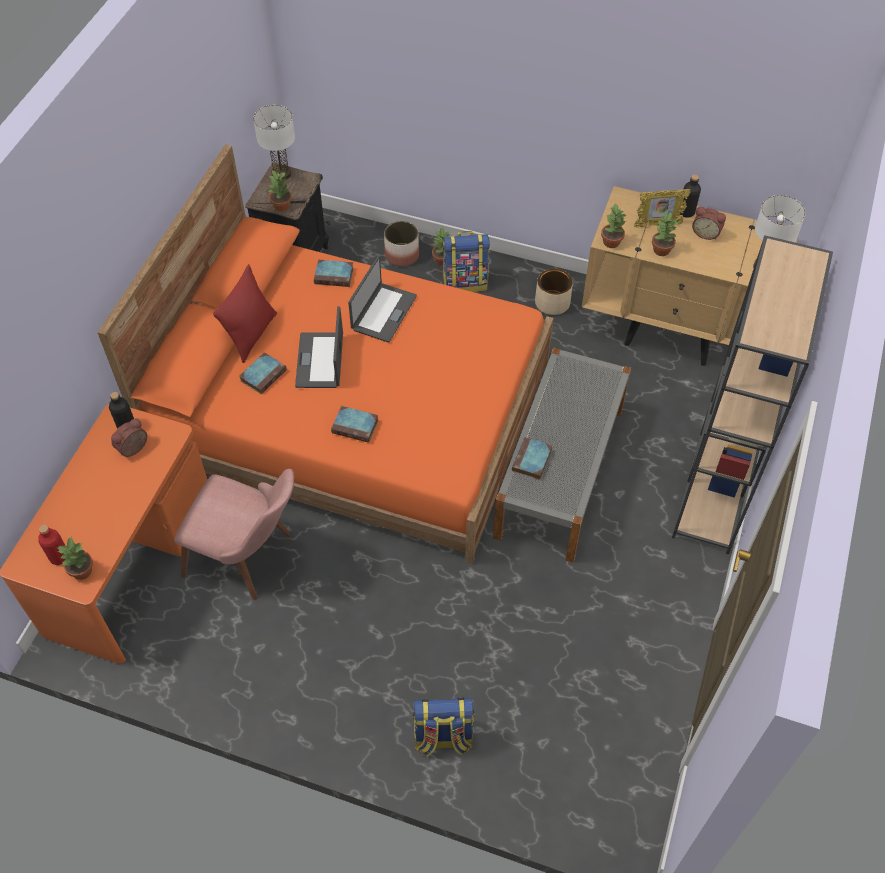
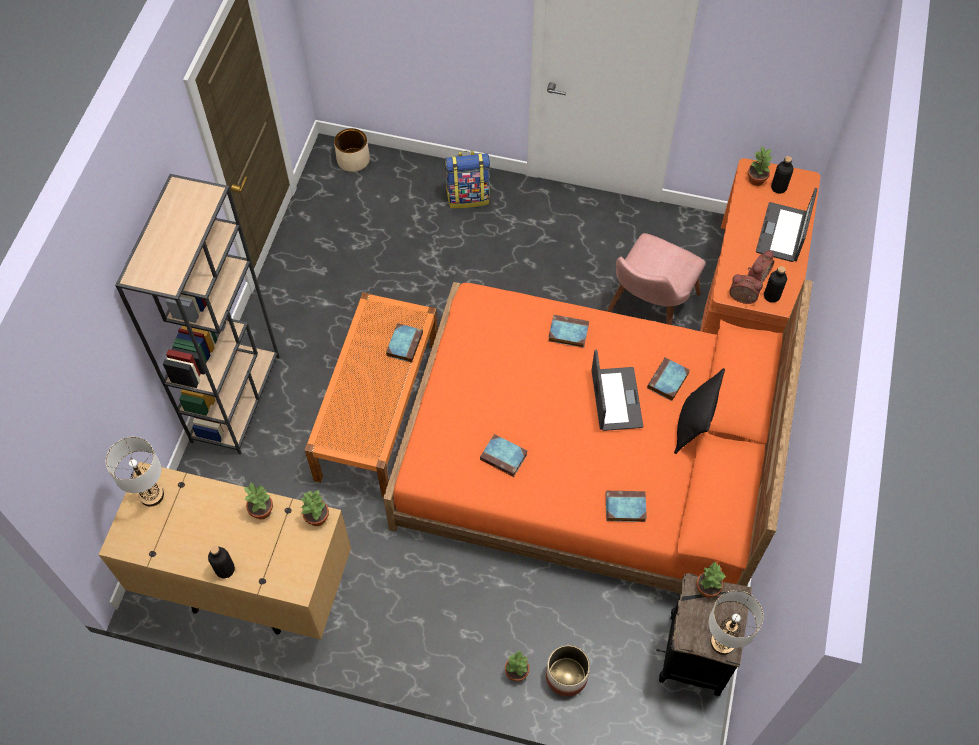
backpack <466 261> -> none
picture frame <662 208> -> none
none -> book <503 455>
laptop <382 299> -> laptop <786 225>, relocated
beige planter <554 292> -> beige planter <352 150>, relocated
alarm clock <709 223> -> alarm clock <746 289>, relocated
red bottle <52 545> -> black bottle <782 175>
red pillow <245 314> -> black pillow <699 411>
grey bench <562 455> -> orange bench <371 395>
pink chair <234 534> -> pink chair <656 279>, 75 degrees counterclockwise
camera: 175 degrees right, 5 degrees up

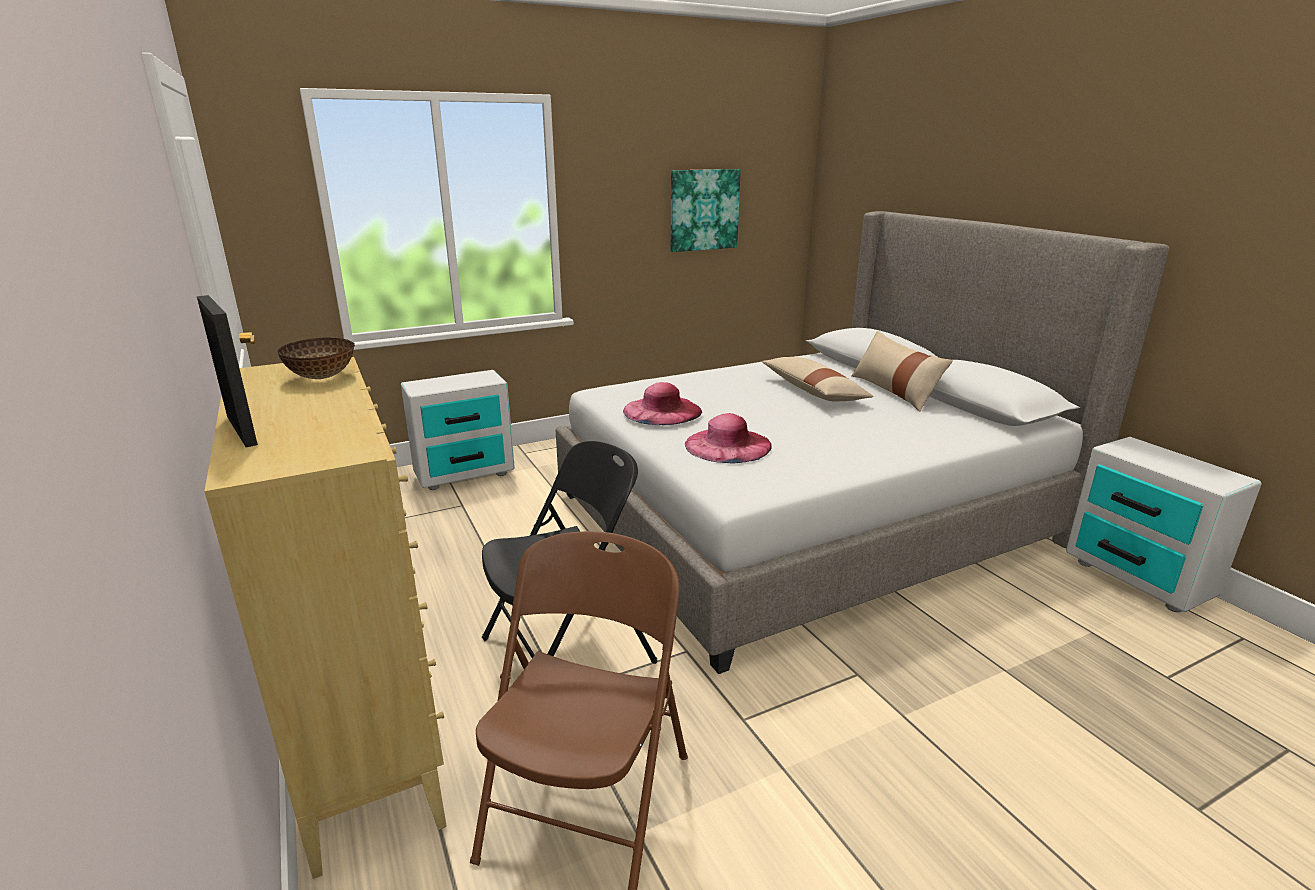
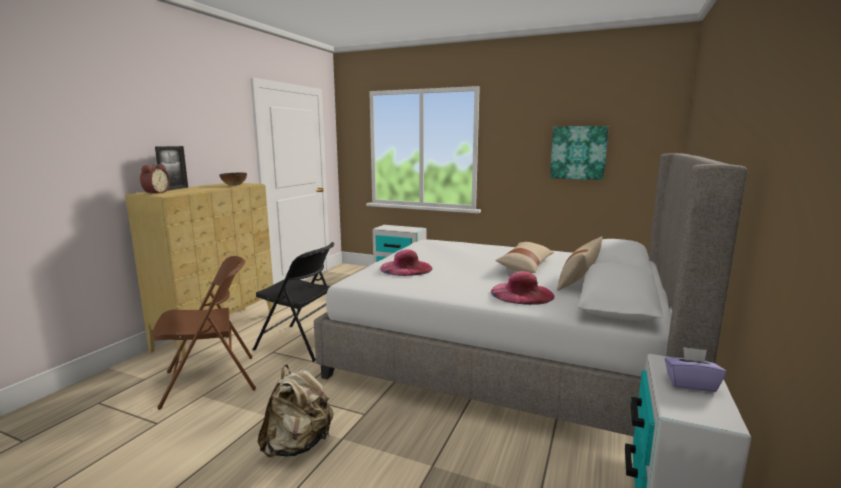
none -> alarm clock <155 179>
none -> beige backpack <296 410>
none -> purple tissue box <695 369>
pink hat <662 403> -> pink hat <523 288>, relocated
camera: 50 degrees right, 10 degrees down

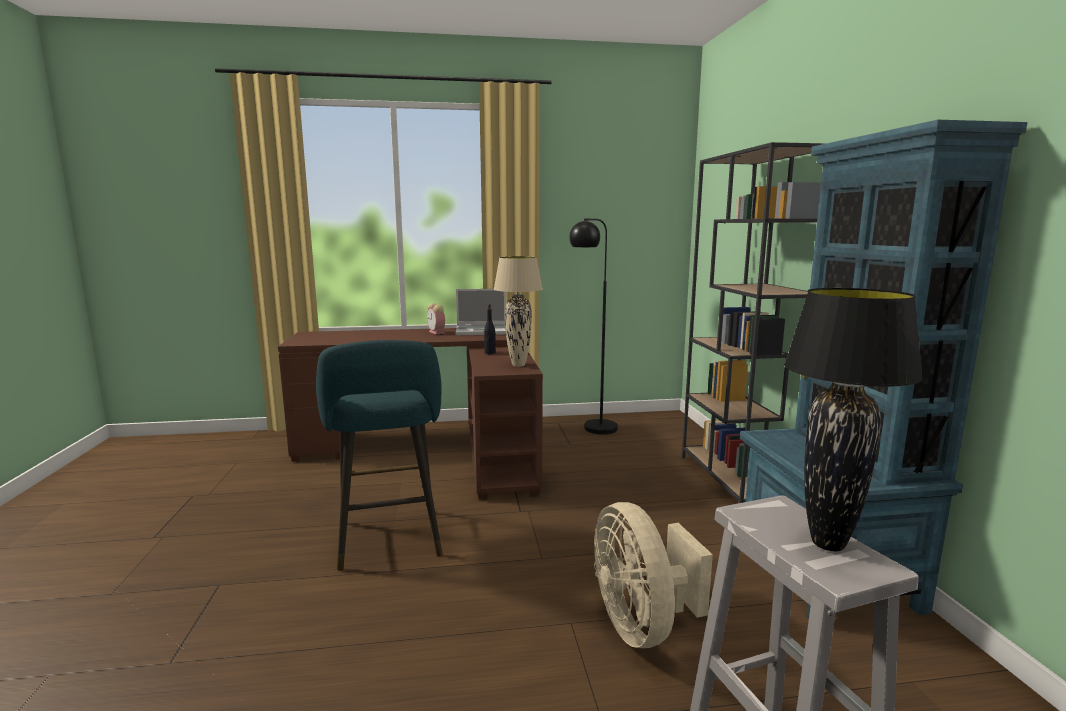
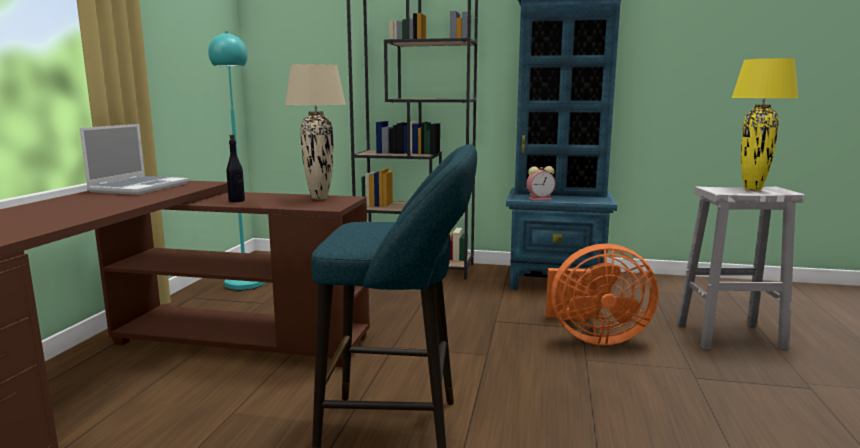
alarm clock <436 319> -> alarm clock <540 183>, relocated
black floor lamp <593 326> -> turquoise floor lamp <236 160>
beige fan <653 575> -> orange fan <602 294>
black table lamp <853 419> -> yellow table lamp <765 124>
camera: 70 degrees left, 0 degrees up

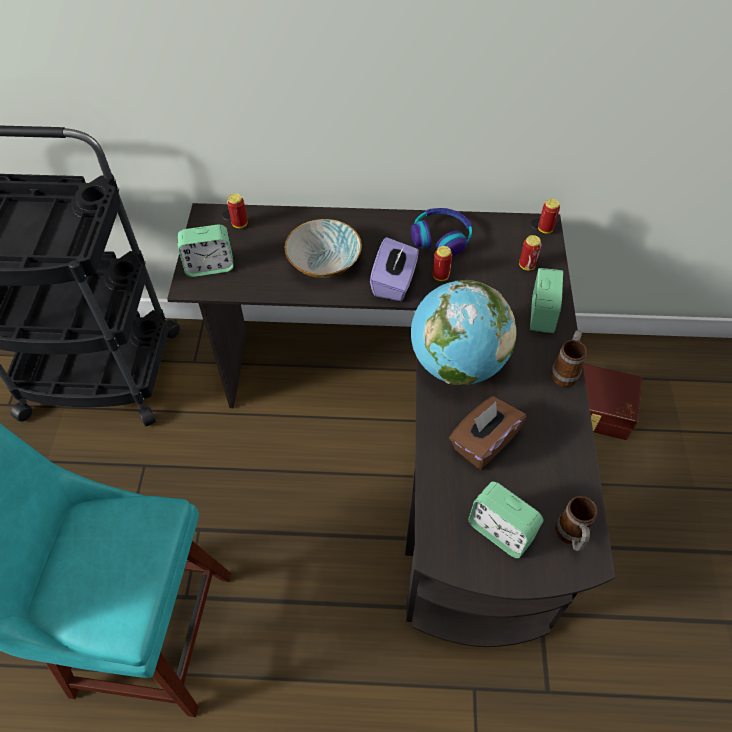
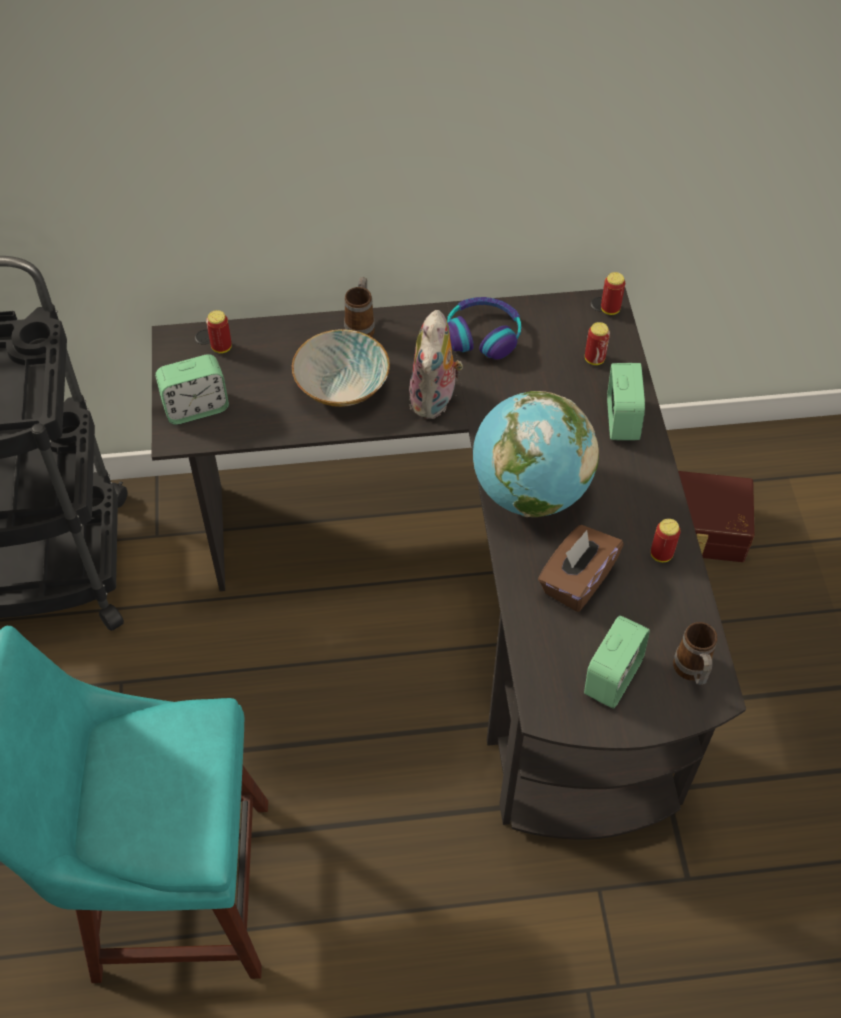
can <442 263> -> can <666 540>, relocated
mug <569 358> -> mug <359 307>, relocated
purple tissue box <394 269> -> plush toy <436 364>
alarm clock <505 520> -> alarm clock <617 662>, 90 degrees counterclockwise
camera: 10 degrees left, 0 degrees up

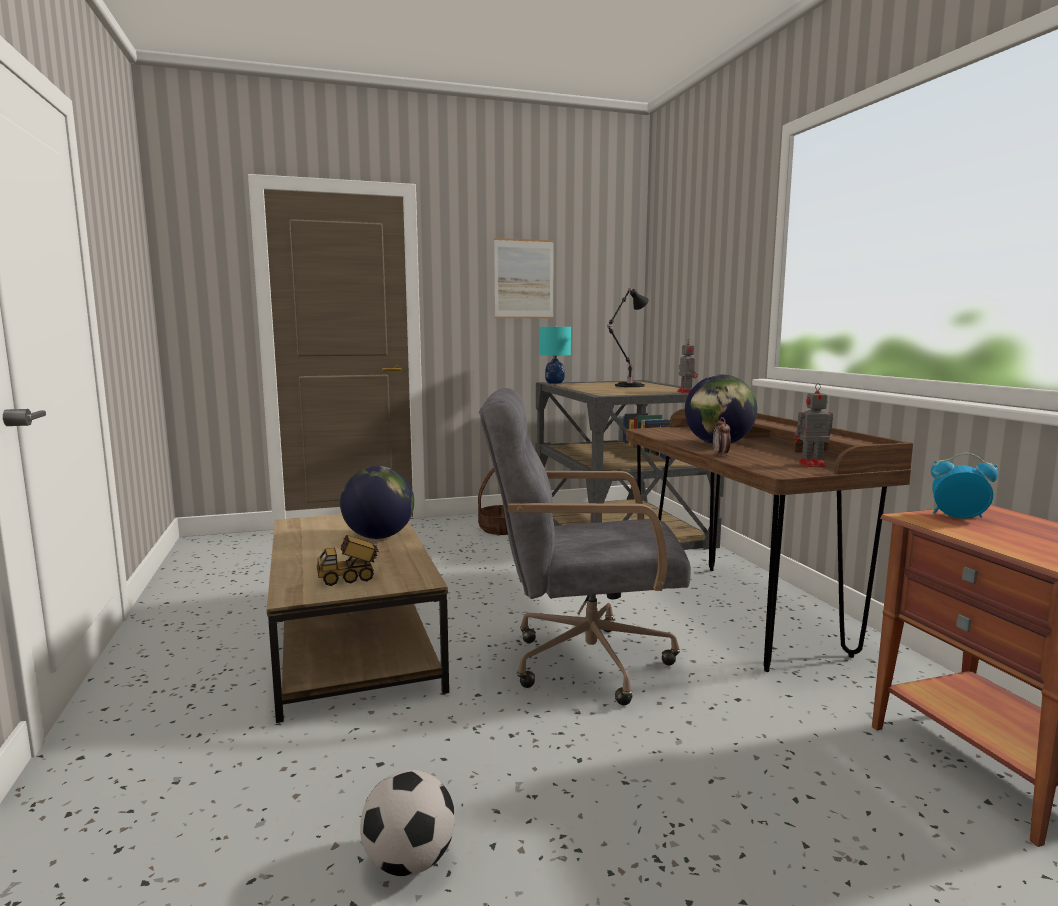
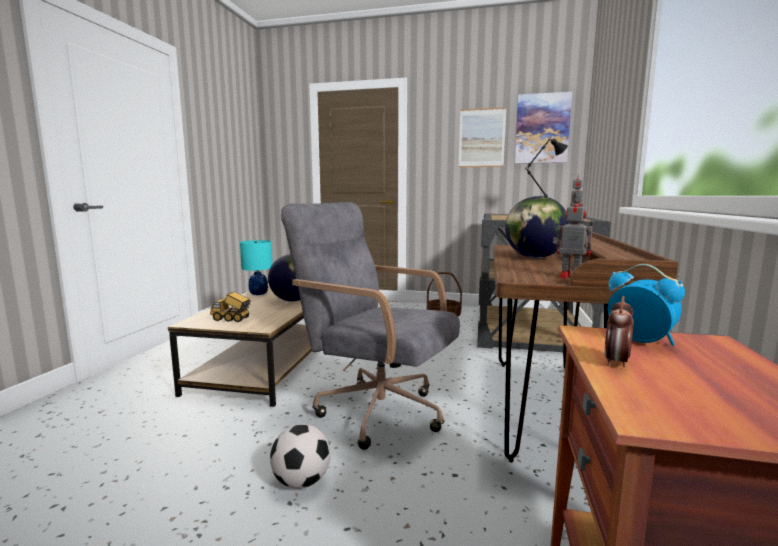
none -> picture <543 128>
football <407 823> -> football <300 456>, relocated
turquoise table lamp <555 355> -> turquoise table lamp <256 267>, relocated
alarm clock <722 436> -> alarm clock <619 331>, relocated
camera: 30 degrees right, 0 degrees up

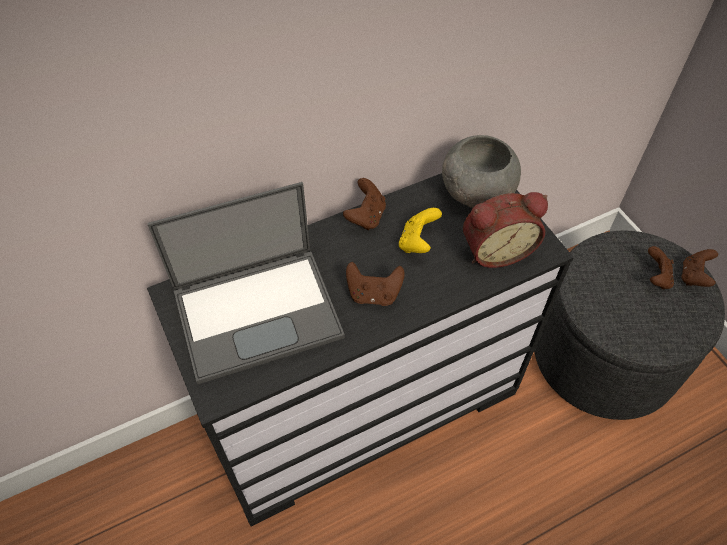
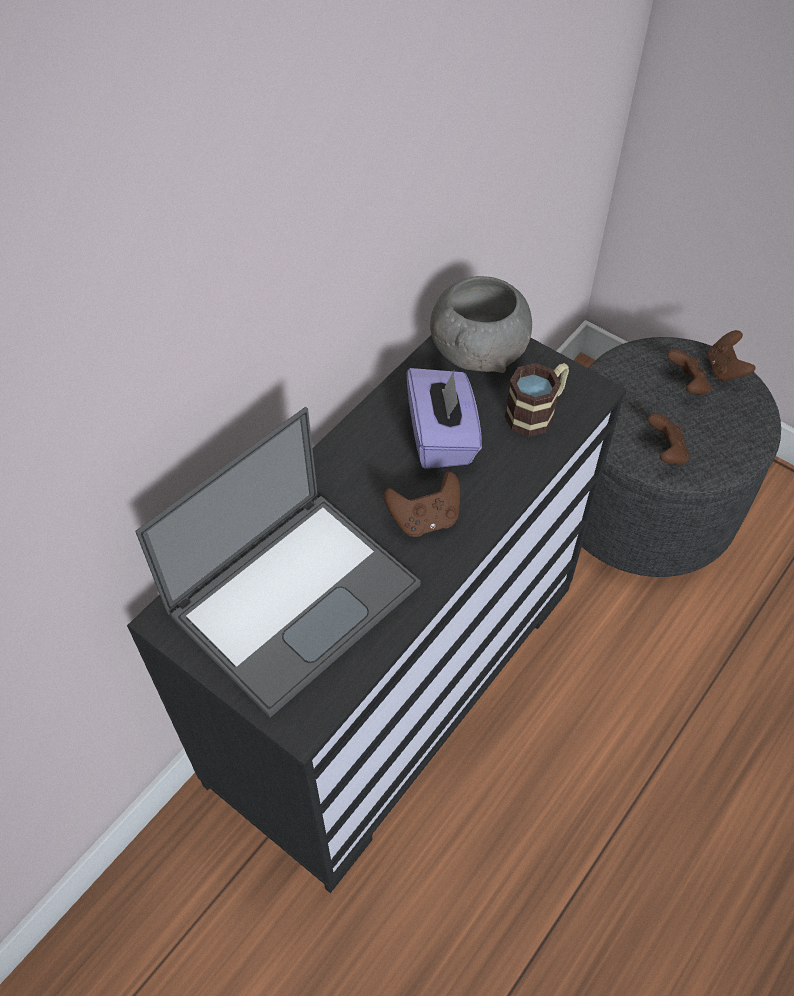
brown game controller <364 204> -> brown game controller <668 439>, relocated
yellow game controller <420 230> -> purple tissue box <444 418>
alarm clock <505 230> -> mug <537 400>
camera: 25 degrees left, 0 degrees up

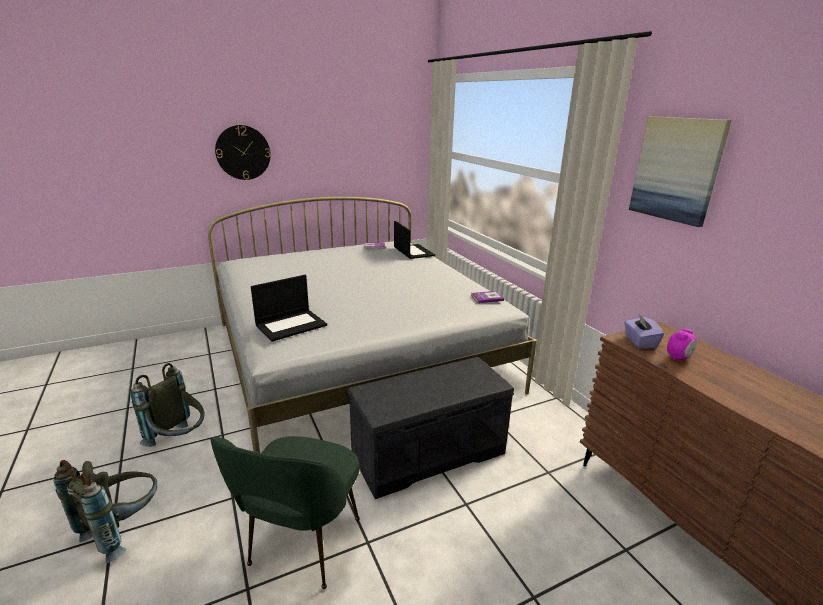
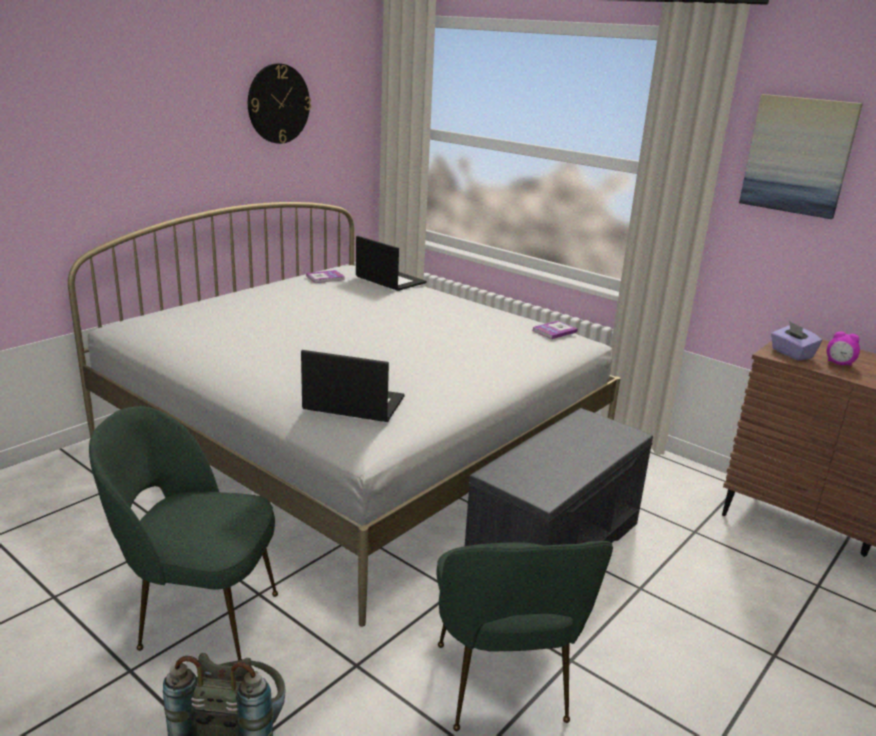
wall clock <243 152> -> wall clock <279 103>, relocated
grey backpack <167 405> -> green chair <183 533>
laptop <289 308> -> laptop <352 386>, 105 degrees counterclockwise
alarm clock <682 344> -> alarm clock <843 348>, 90 degrees clockwise
camera: 25 degrees left, 0 degrees up

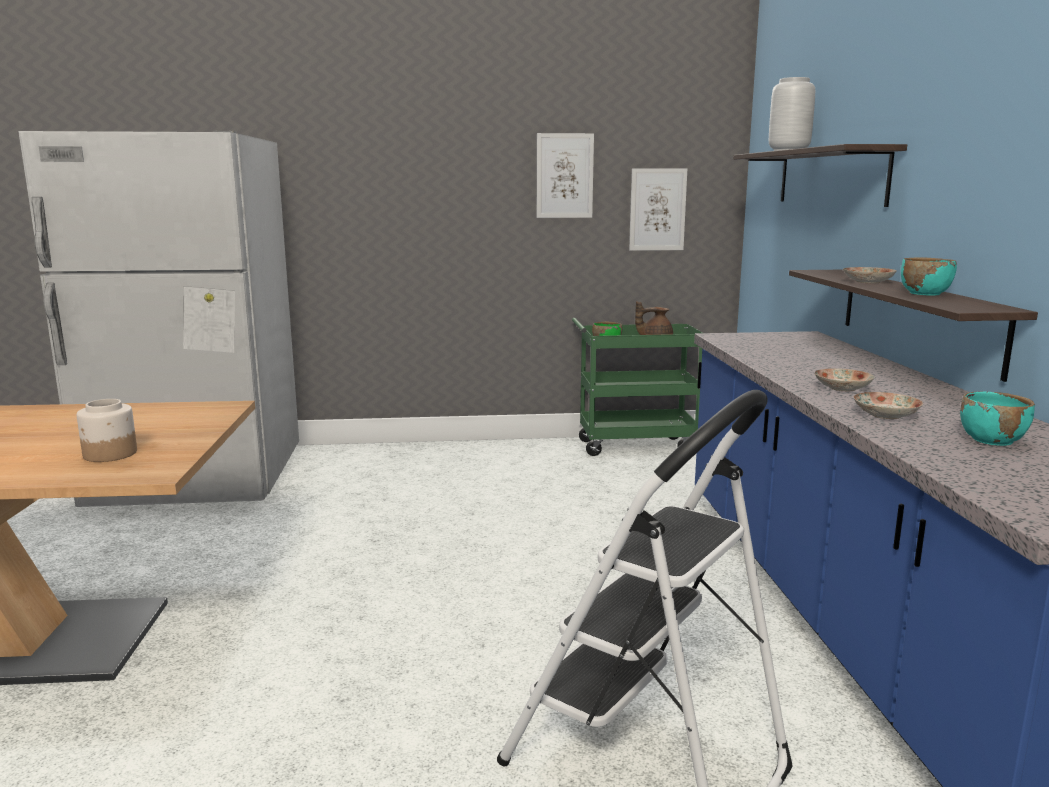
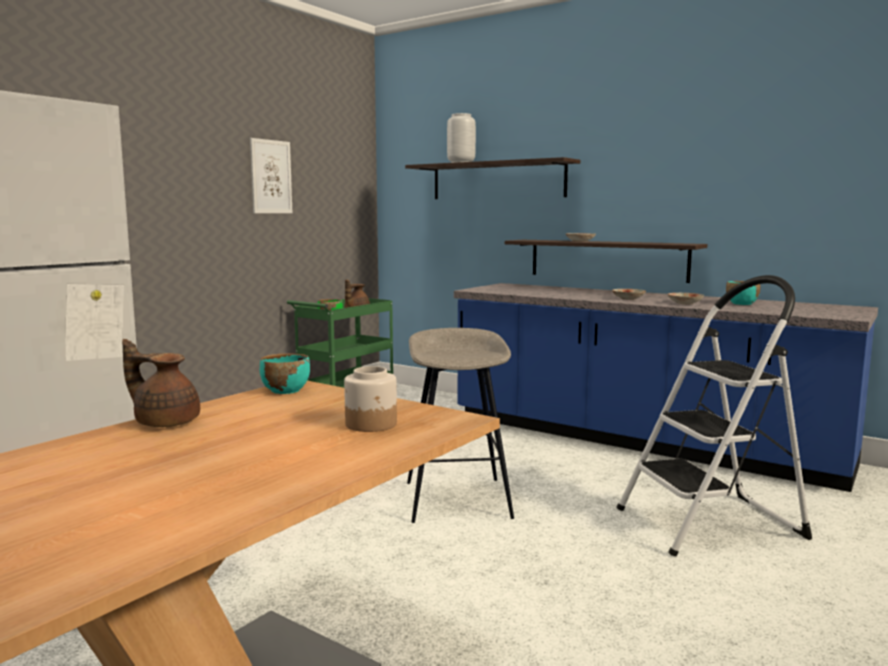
picture <658 209> -> none
none -> brown teapot <161 383>
none -> grey stool <460 425>
turquoise bowl <929 276> -> turquoise bowl <285 373>, relocated
camera: 50 degrees left, 5 degrees down

